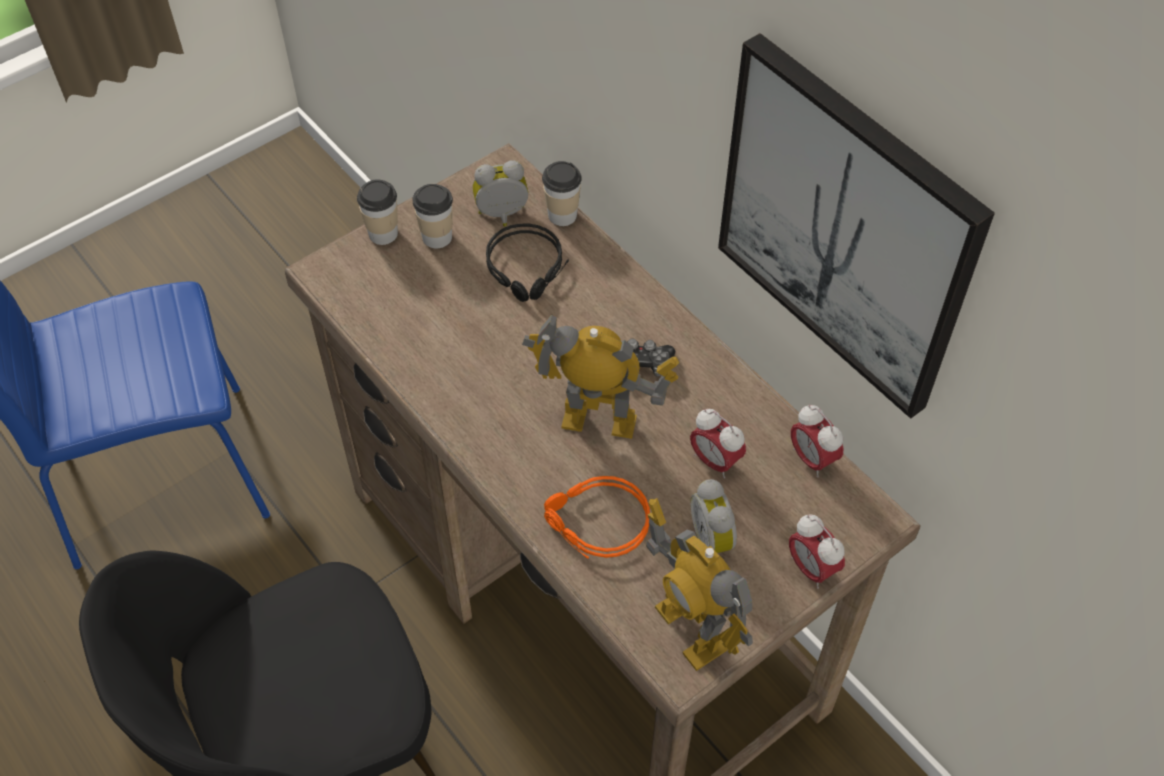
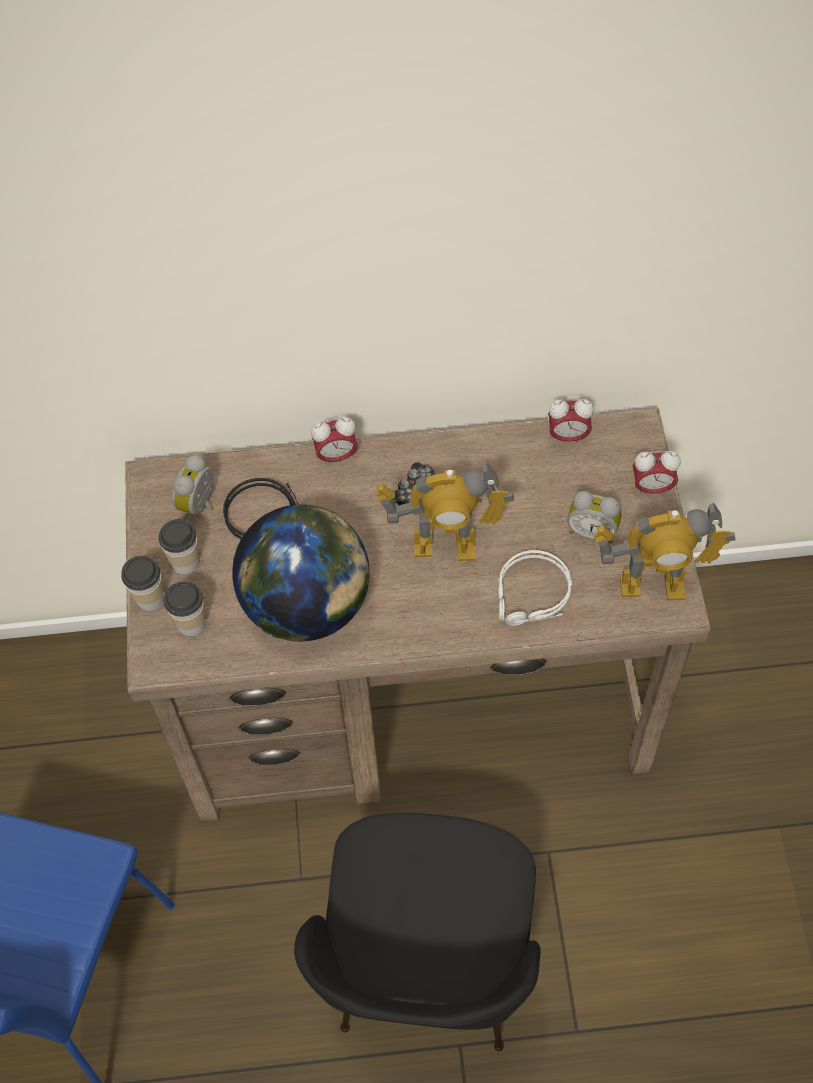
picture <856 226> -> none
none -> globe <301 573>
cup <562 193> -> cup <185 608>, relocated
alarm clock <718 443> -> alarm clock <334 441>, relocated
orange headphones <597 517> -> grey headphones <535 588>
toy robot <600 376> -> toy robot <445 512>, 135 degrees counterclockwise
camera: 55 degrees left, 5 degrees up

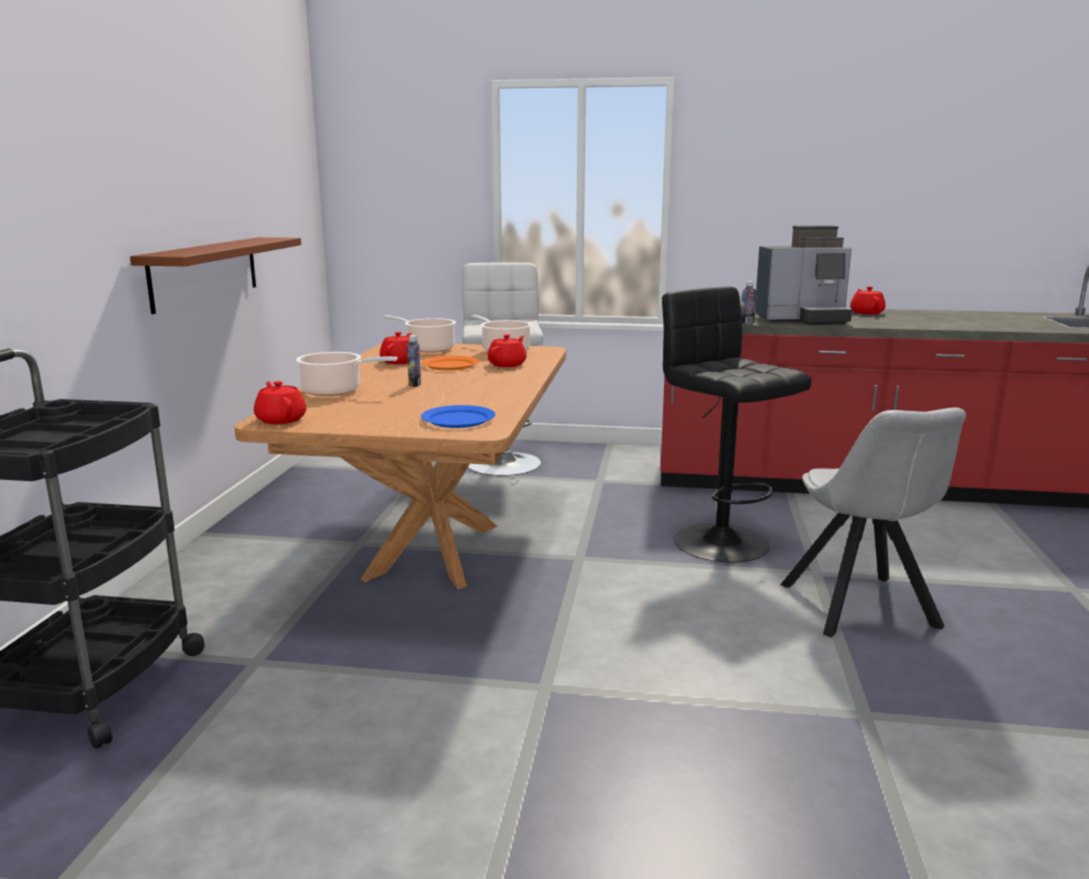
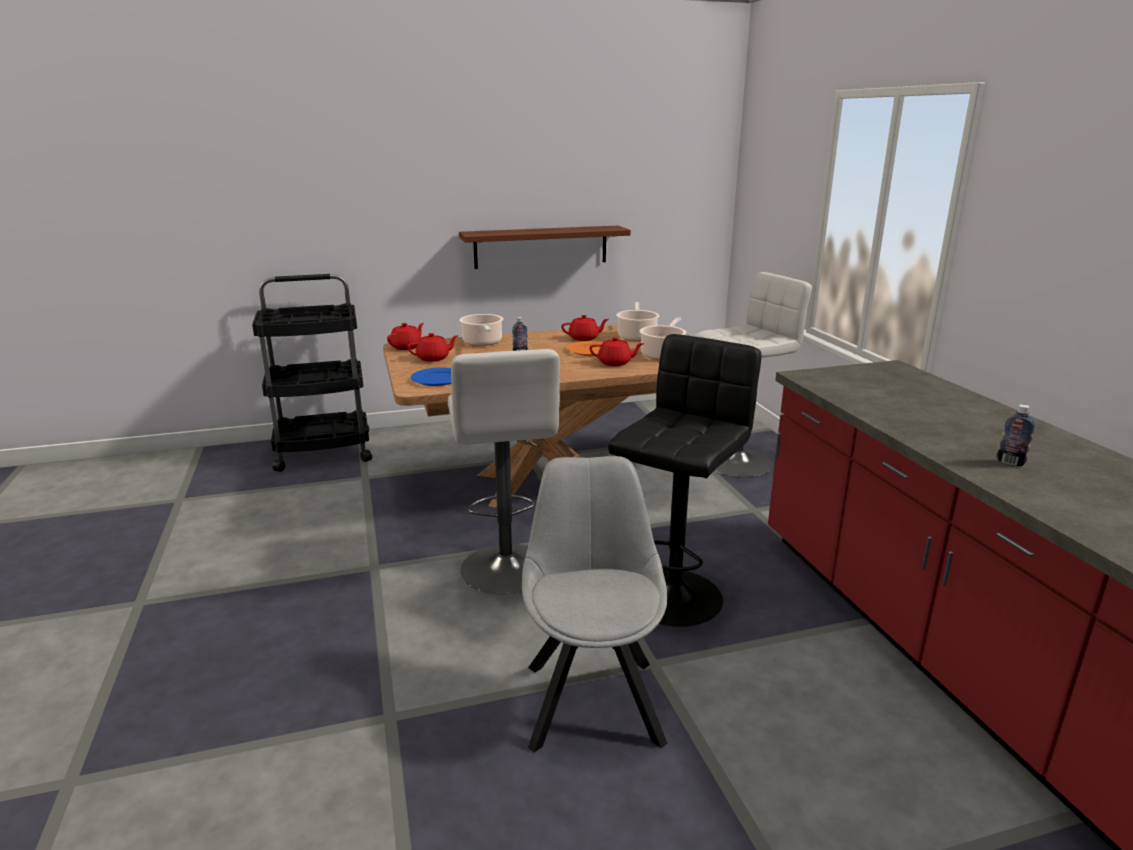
coffee machine <803 275> -> none
none -> white stool <504 471>
bottle <749 302> -> bottle <1016 435>, relocated
red teapot <868 301> -> red teapot <433 347>, relocated
grey chair <873 522> -> grey chair <594 604>, 120 degrees clockwise
camera: 65 degrees right, 5 degrees up

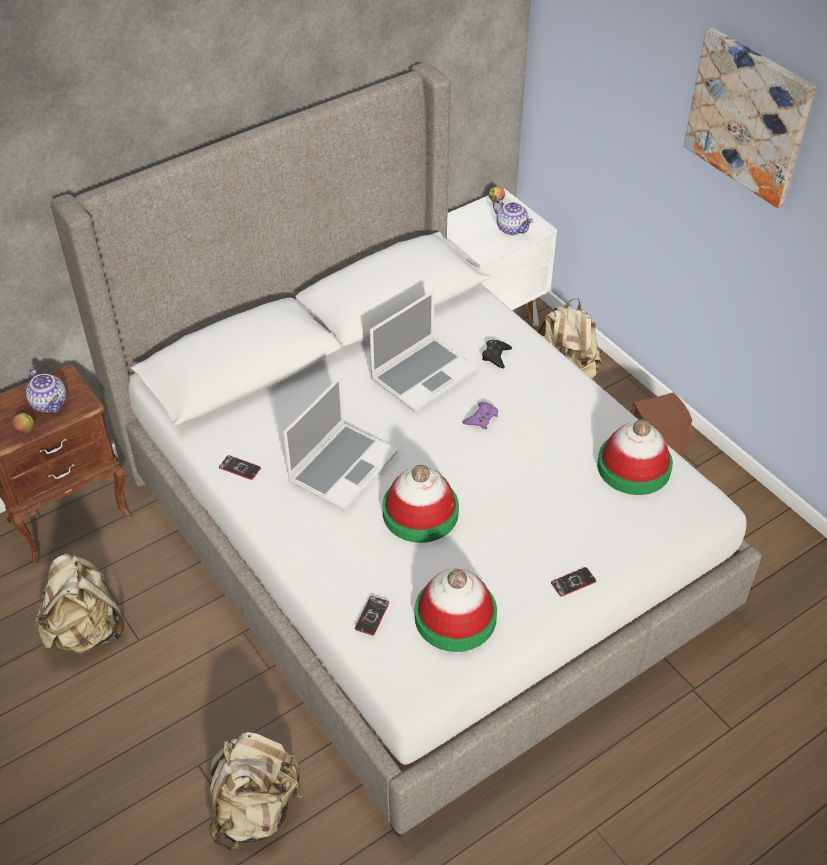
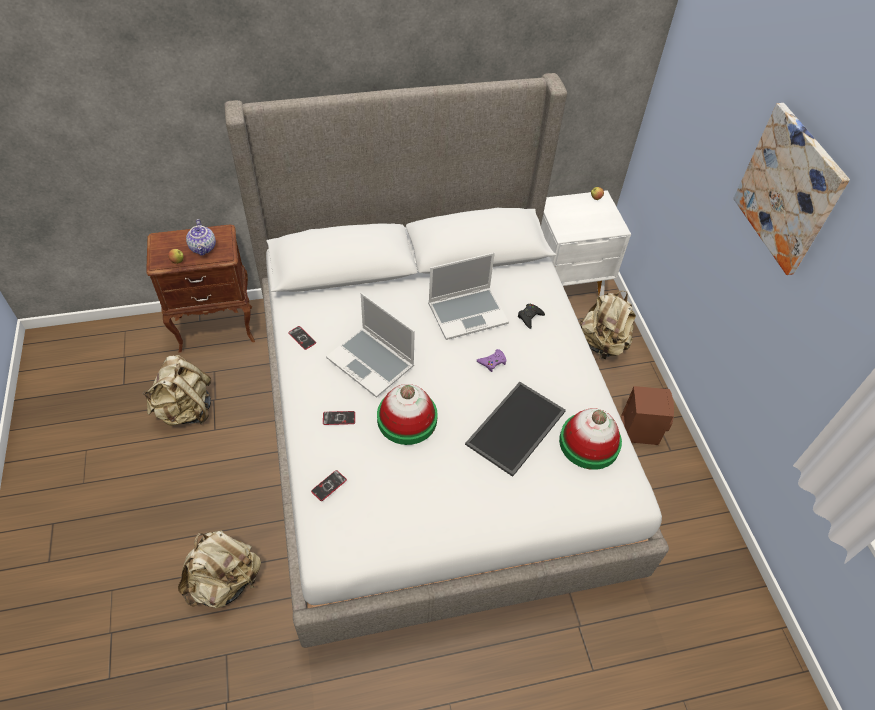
hat <456 610> -> none
teapot <513 216> -> none
none -> tray <515 429>
phone <573 582> -> phone <339 418>, relocated
laptop <340 443> -> laptop <370 345>, 75 degrees clockwise
camera: 20 degrees right, 5 degrees up

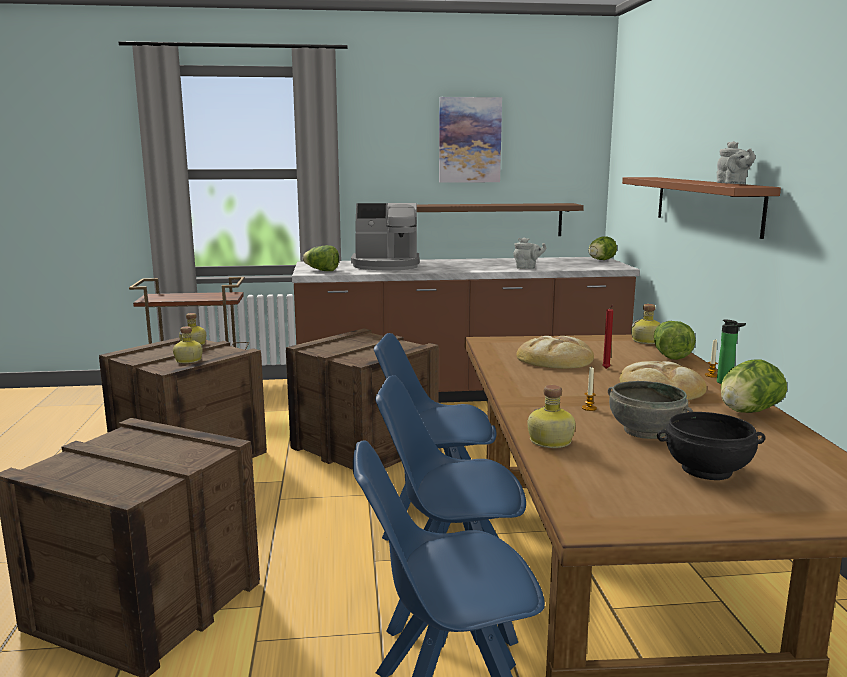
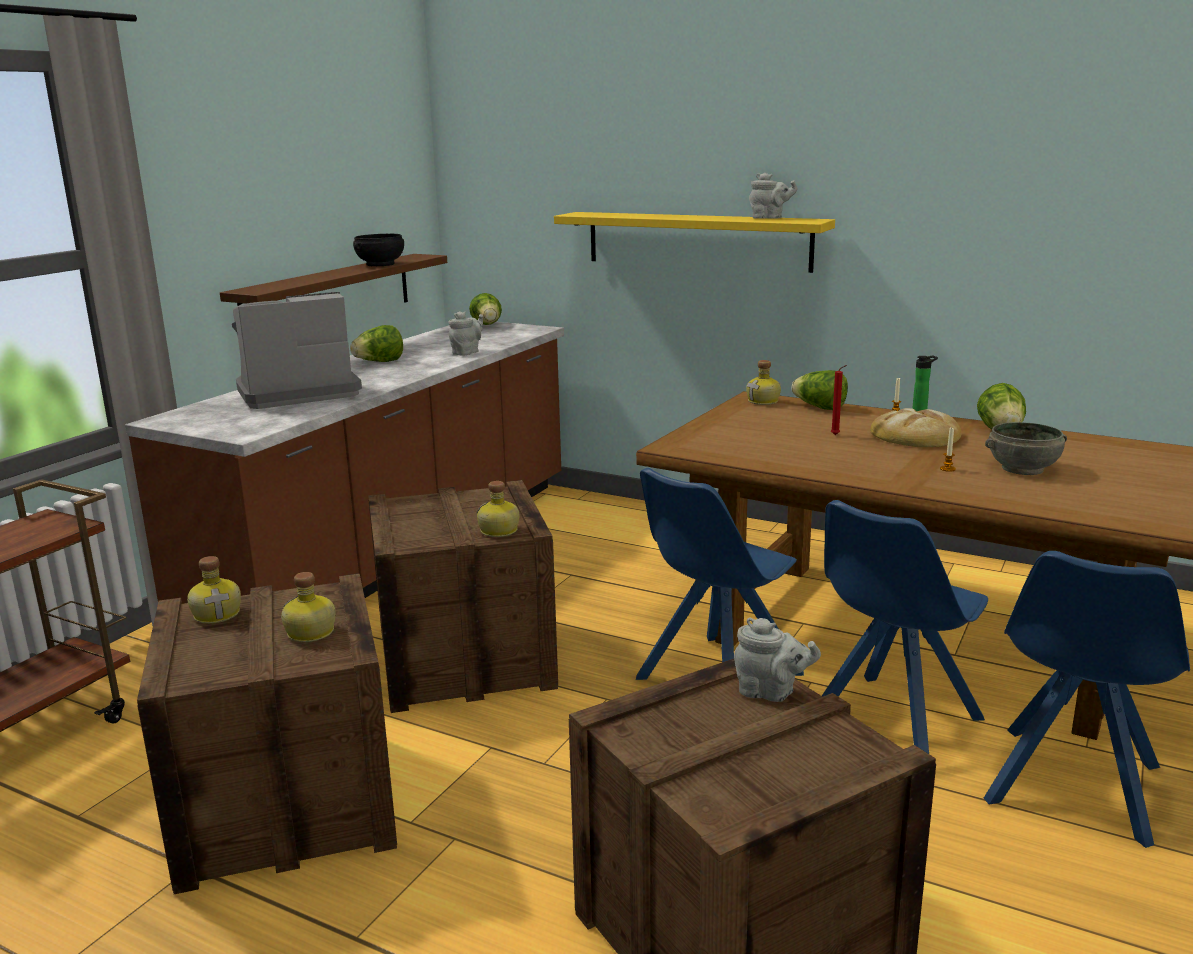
picture <470 140> -> none
bread <555 352> -> none
none -> grey teapot <777 660>
lettuce <321 258> -> lettuce <376 343>, relocated
bottle <552 416> -> bottle <498 509>, relocated
black bowl <711 446> -> black bowl <378 250>, relocated
brown shelf <701 208> -> yellow shelf <694 242>
coffee machine <385 236> -> coffee machine <297 350>, 150 degrees counterclockwise
camera: 55 degrees left, 5 degrees up

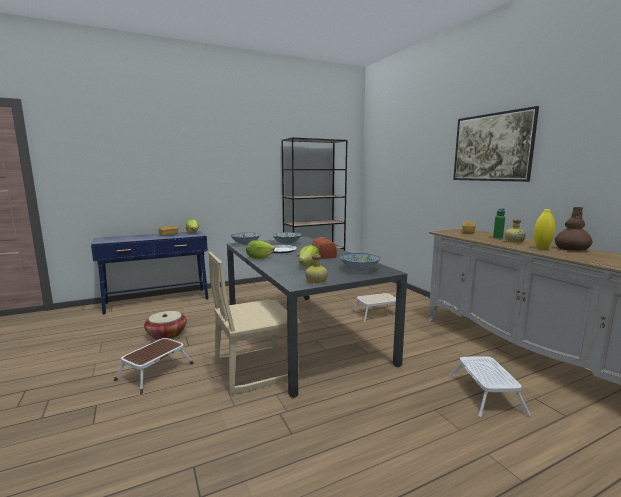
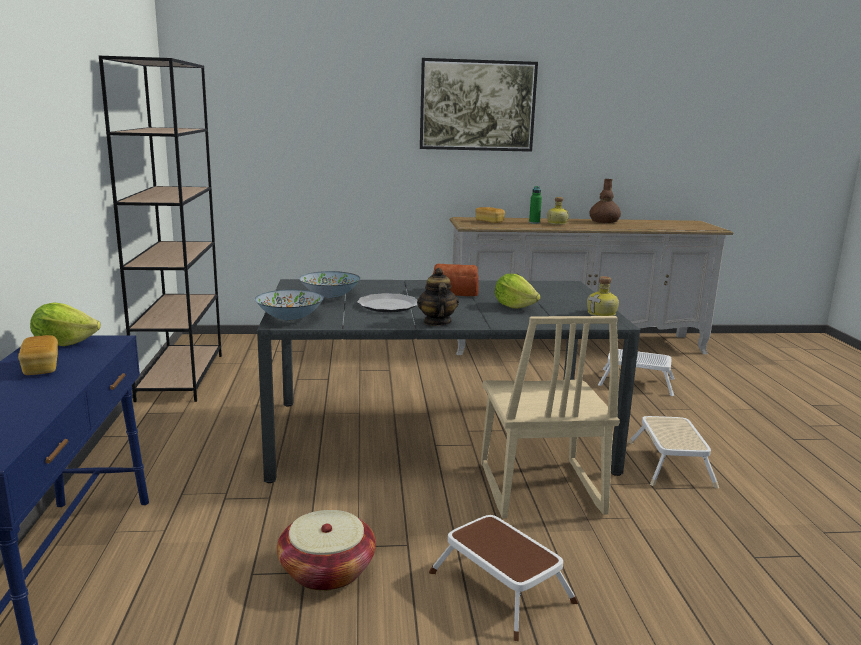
bowl <360 262> -> none
yellow vase <544 229> -> none
beige step ladder <373 307> -> beige step ladder <673 452>, relocated
lettuce <260 249> -> teapot <438 297>
camera: 70 degrees left, 5 degrees up

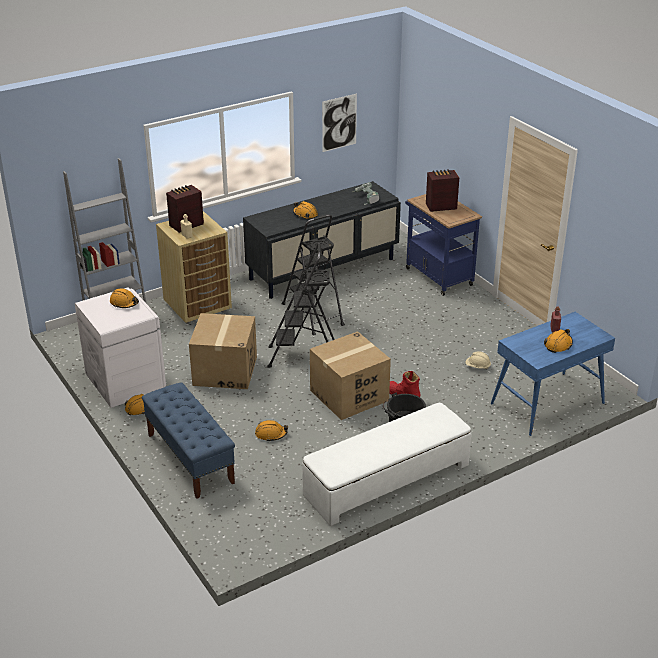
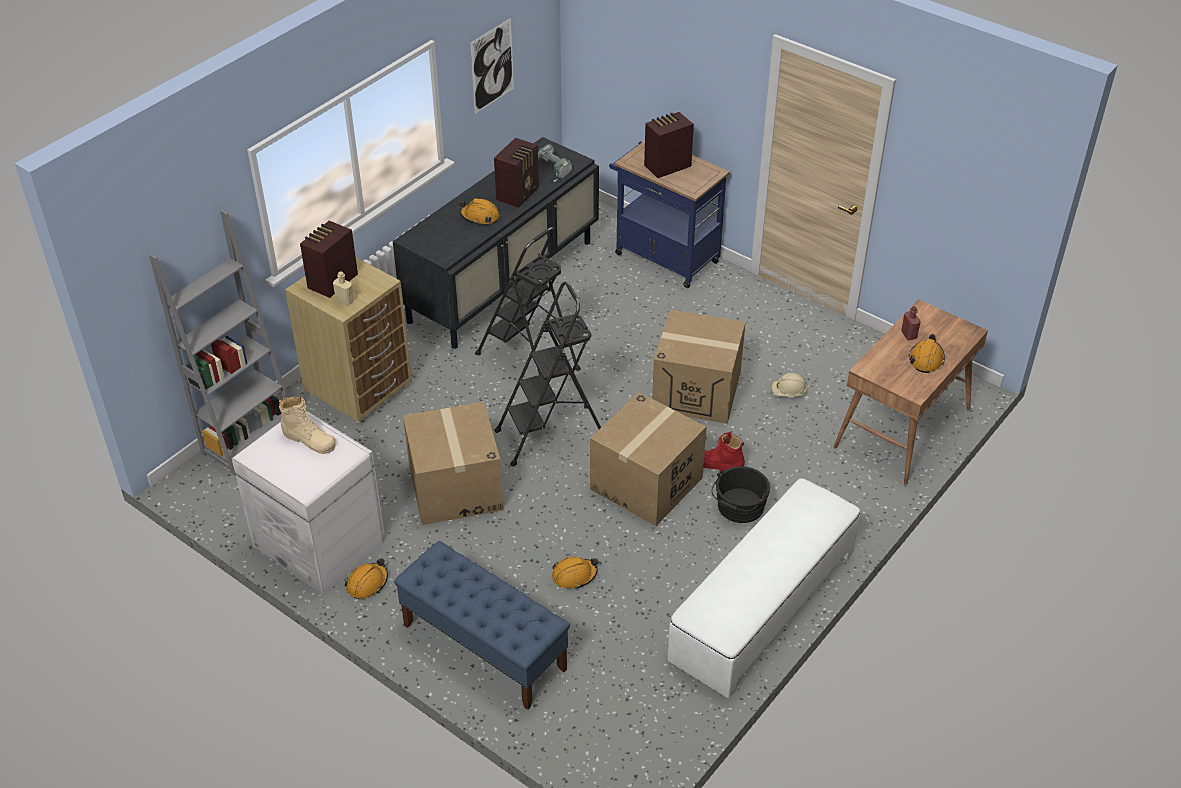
none -> radio <516 173>
none -> cardboard box <699 367>
orange hard hat <124 298> -> beige boot <307 425>
blue desk <553 374> -> brown desk <910 392>
camera: 20 degrees left, 10 degrees up

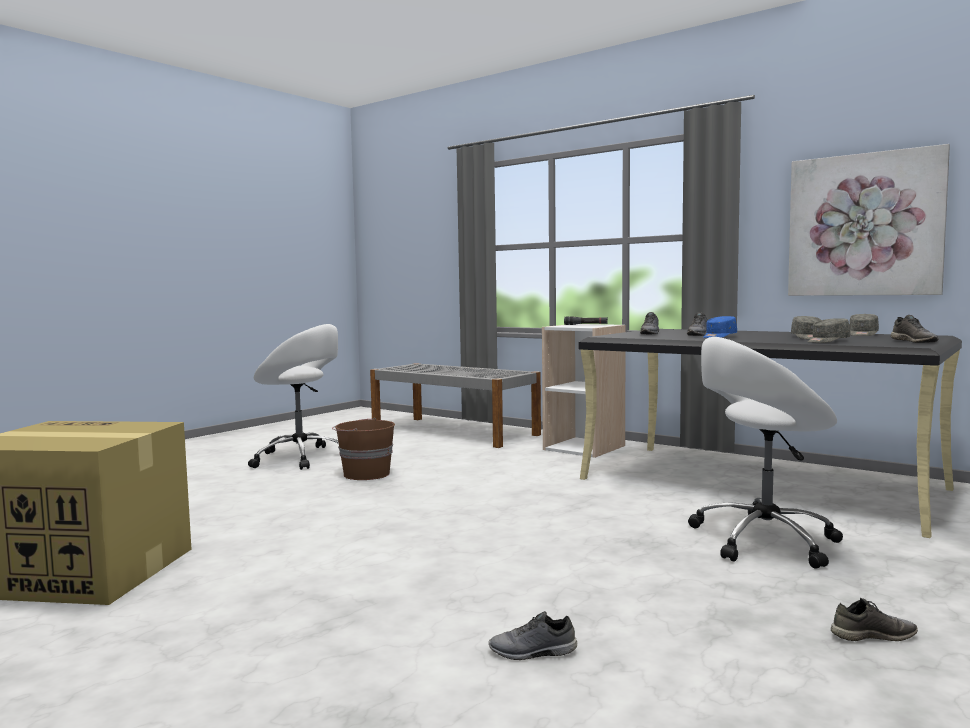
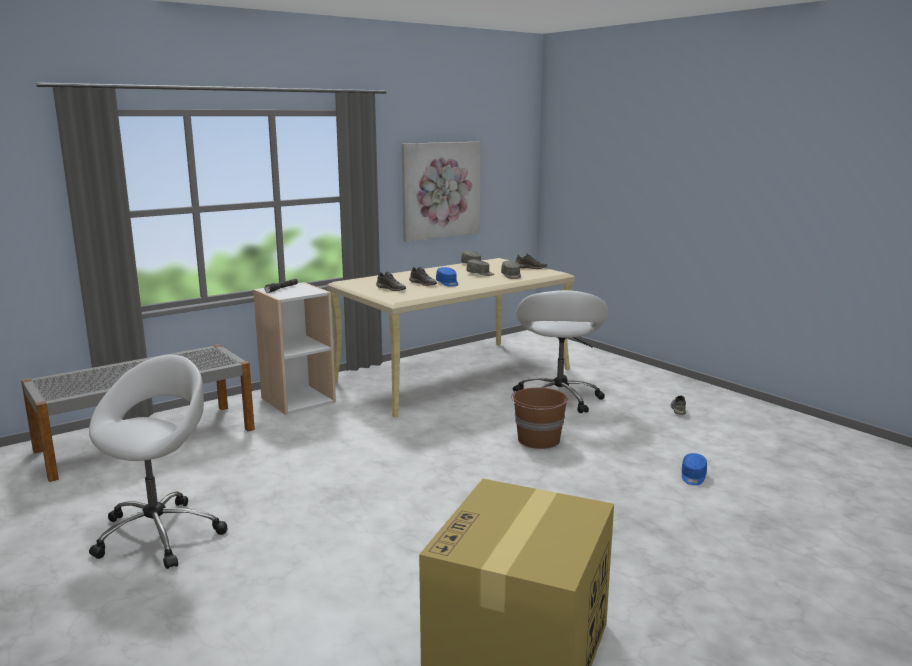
brown bucket <363 449> -> brown bucket <539 418>, relocated
grey shoe <533 635> -> blue cap <694 469>
black desk <770 433> -> beige desk <451 337>
camera: 75 degrees left, 10 degrees up

